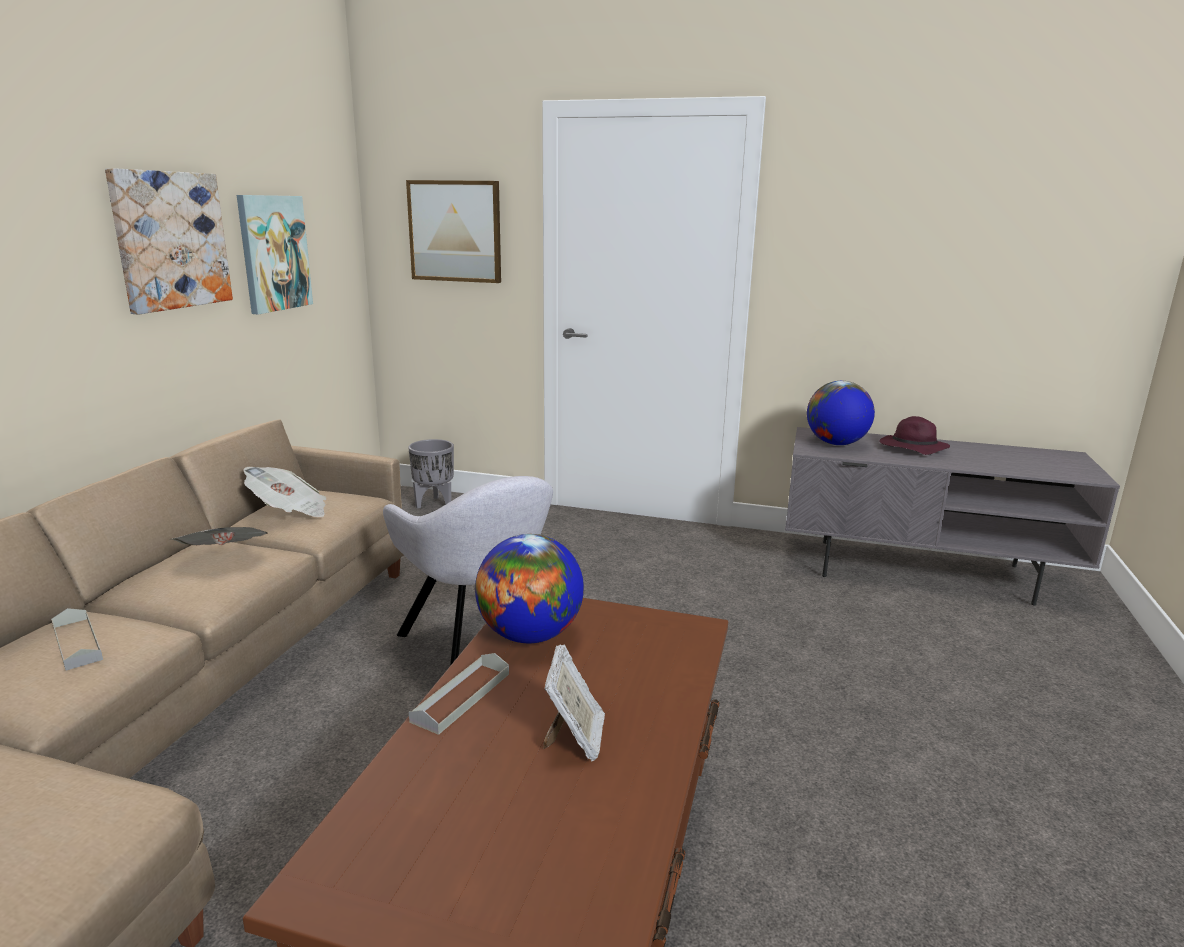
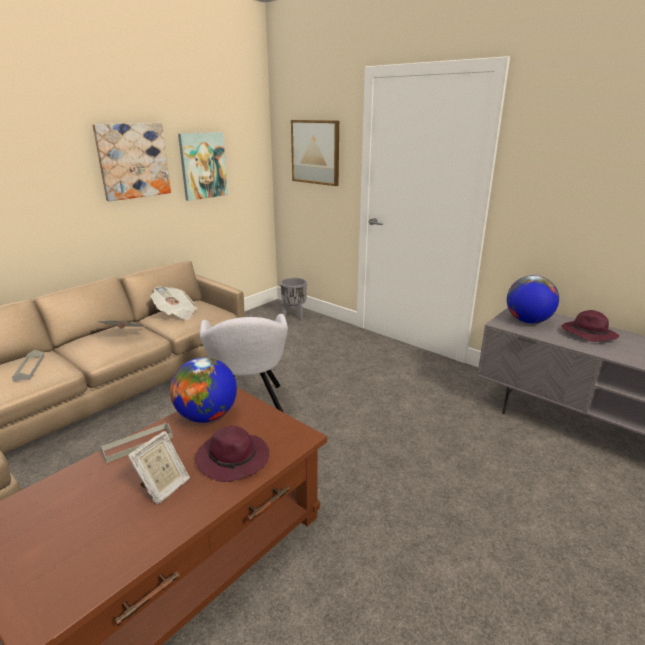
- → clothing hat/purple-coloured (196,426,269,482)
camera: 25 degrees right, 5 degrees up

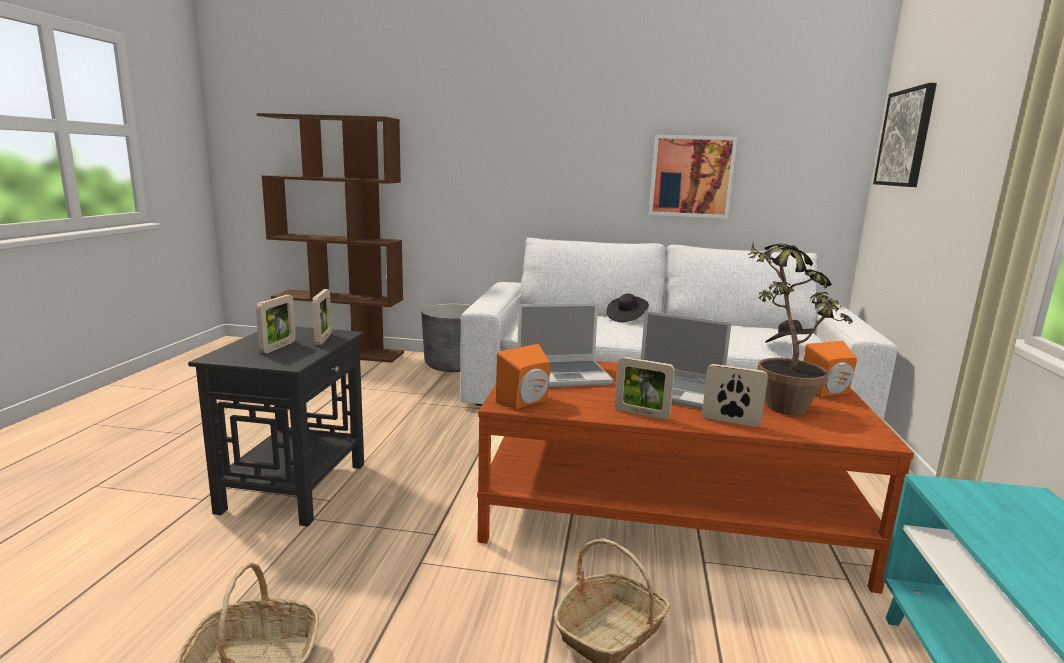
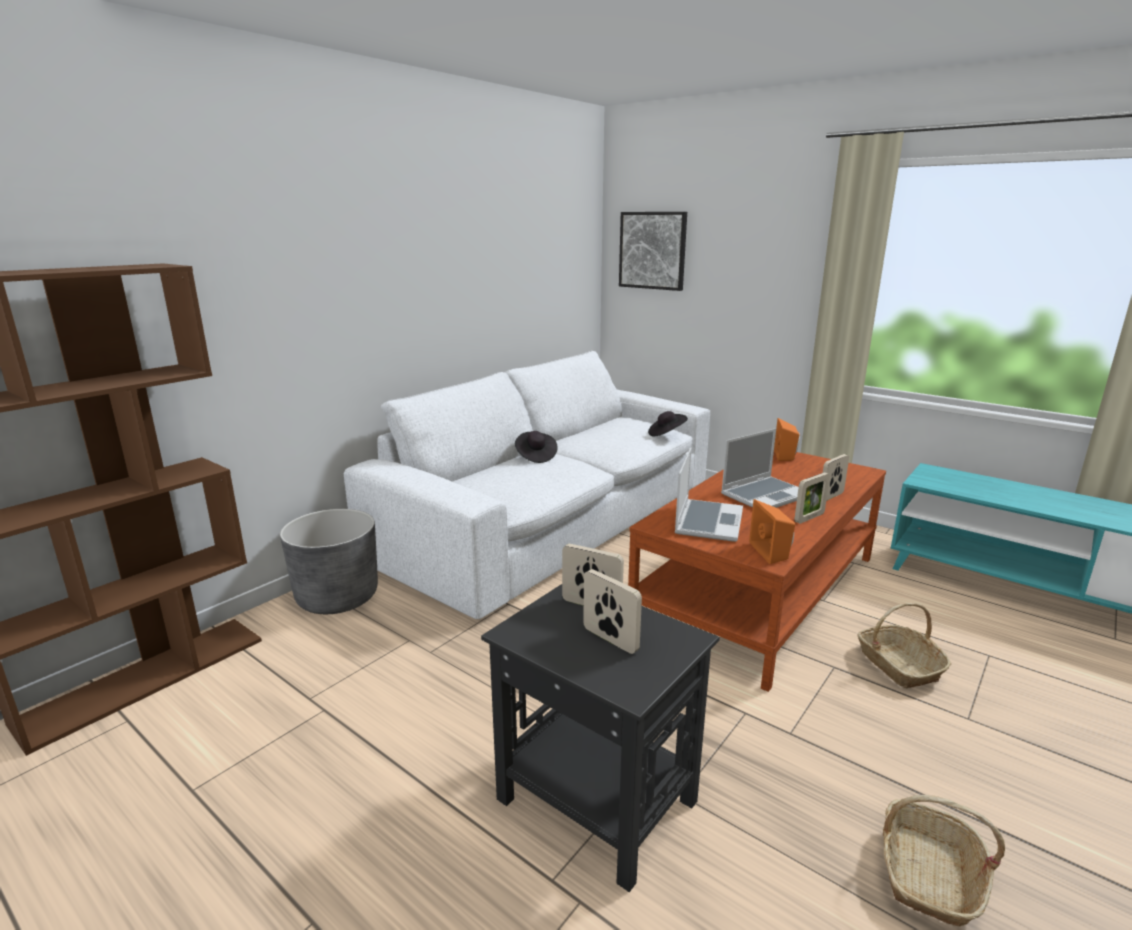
picture (649,134,738,219) → -
plant in a pot (749,240,853,415) → -
camera: 60 degrees left, 5 degrees up

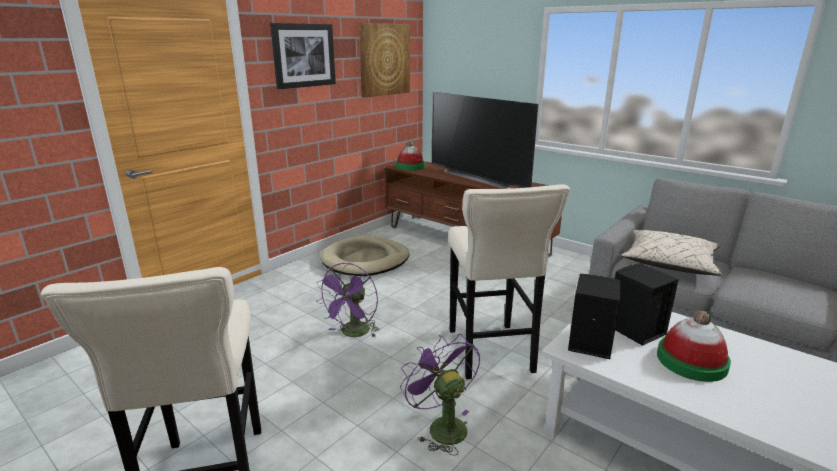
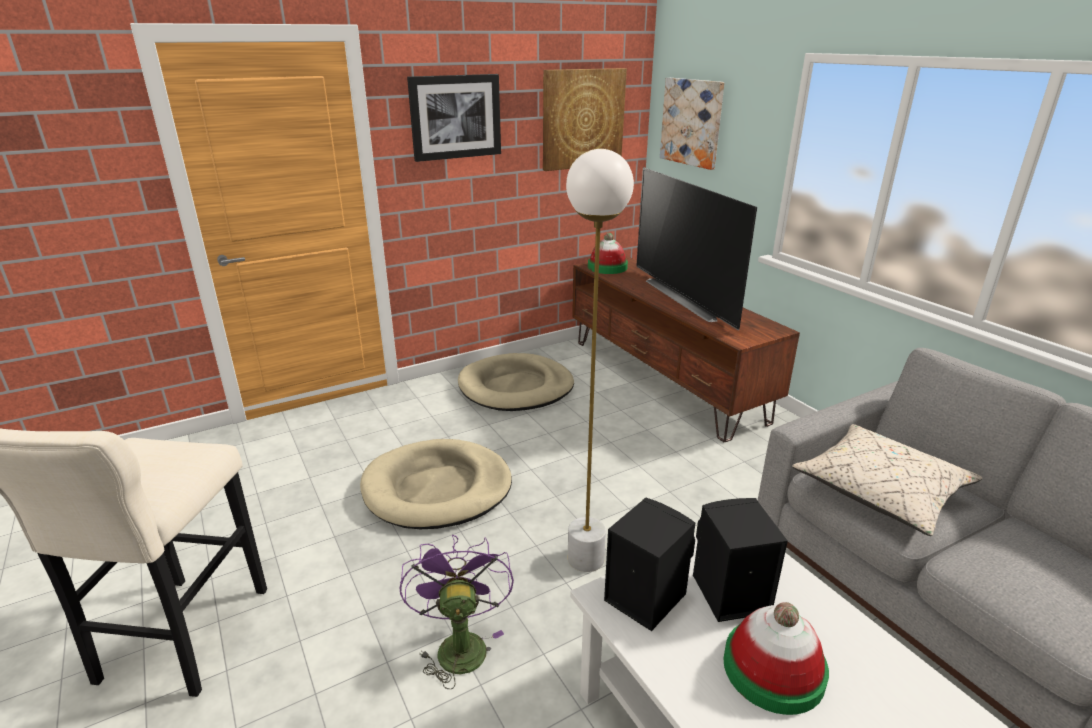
sitting stool/beige (448,184,570,379) → standing lamp/white (566,149,634,572)
electric fan/purple-coloured (316,263,380,337) → dog cushion/beige (360,439,512,529)
- → picture (660,78,725,170)
camera: 20 degrees right, 5 degrees up

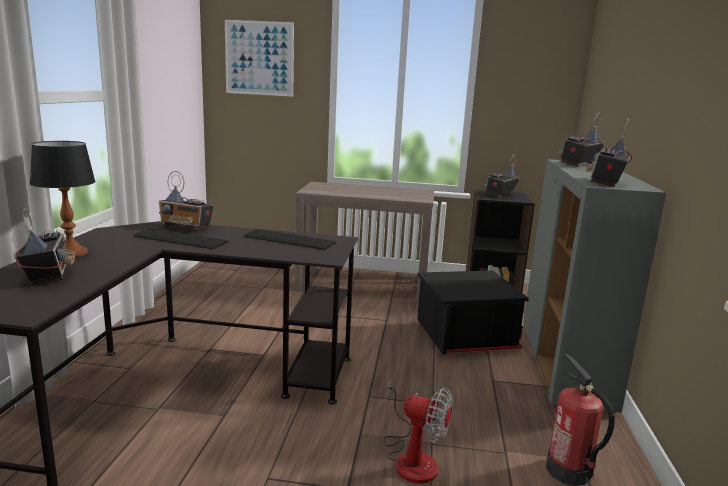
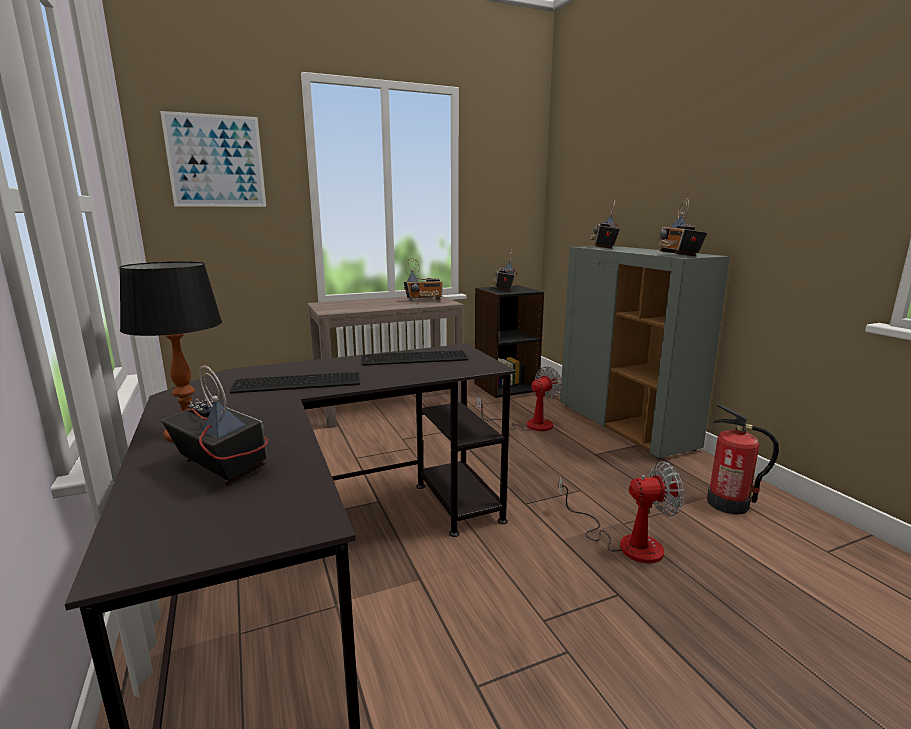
radio set (159,171,214,230) → radio set (404,258,443,301), moved
storage container/black (417,270,529,355) → electric fan (476,367,563,431)
camera: 30 degrees left, 0 degrees up

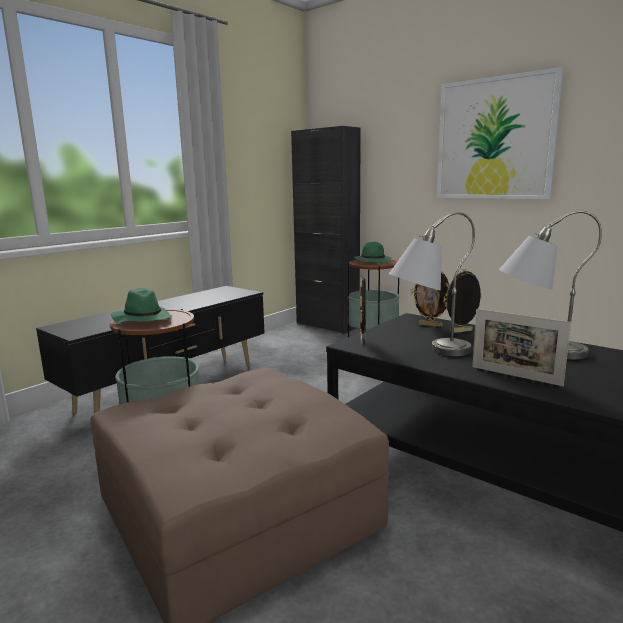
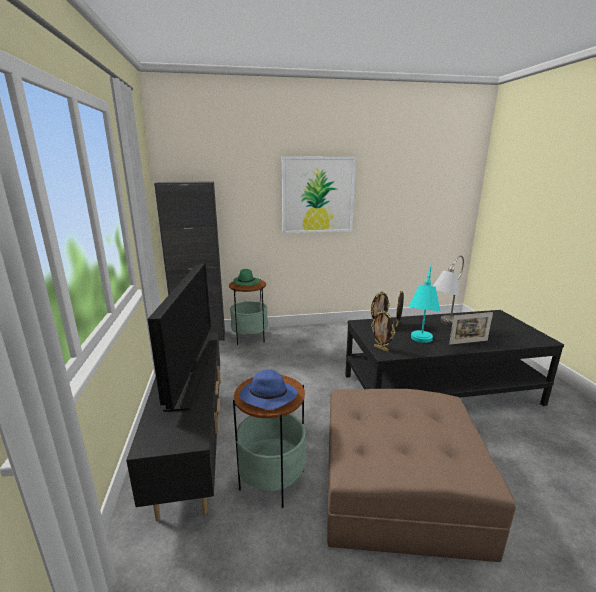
tabletop lamp/grey (389,212,475,356) → tabletop lamp/blue-green (408,265,440,343)
clothing hat/green (111,288,173,324) → clothing hat/bluish (240,369,297,410)
- → TV set (148,263,216,412)
camera: 50 degrees left, 5 degrees up

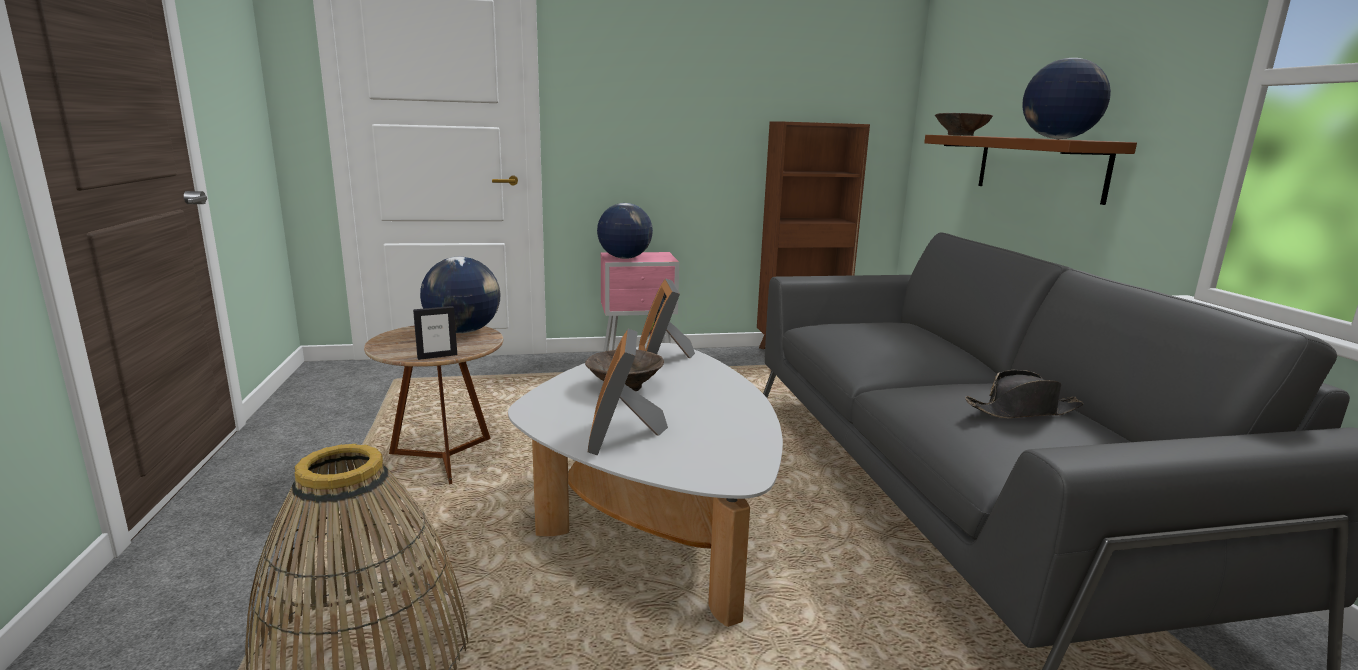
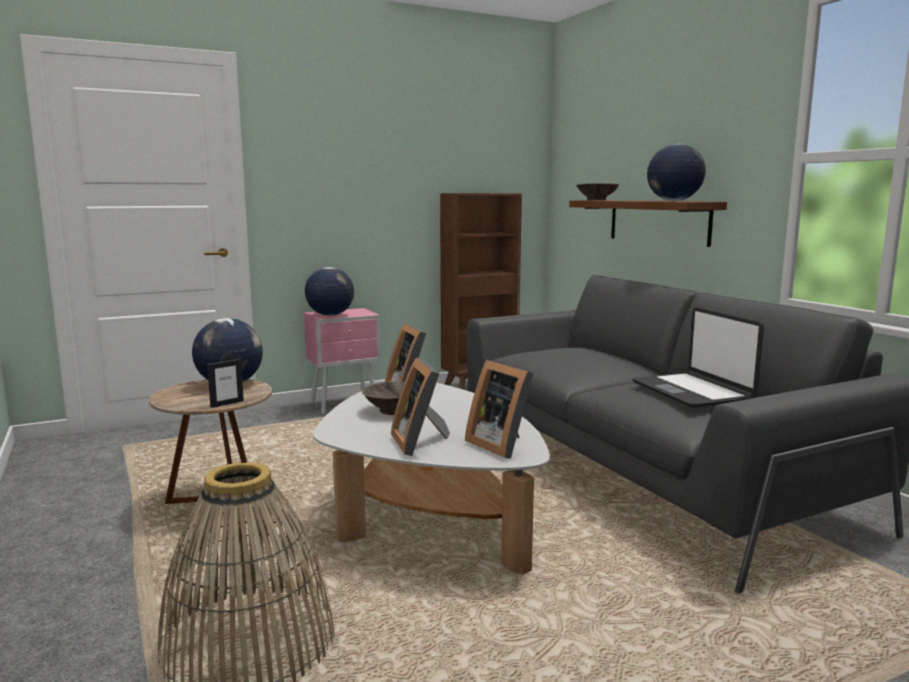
clothing hat/black (965,370,1084,418) → laptop (632,307,764,408)
- → picture frame (465,360,533,459)
camera: 15 degrees left, 5 degrees down

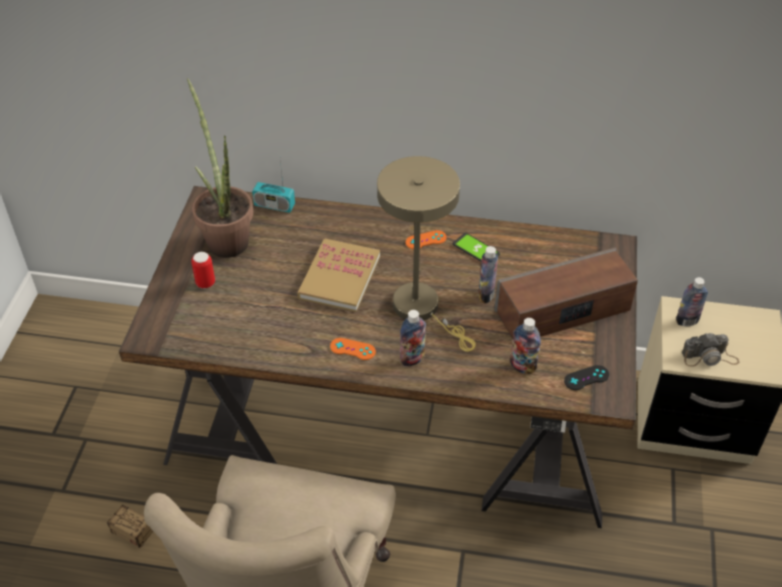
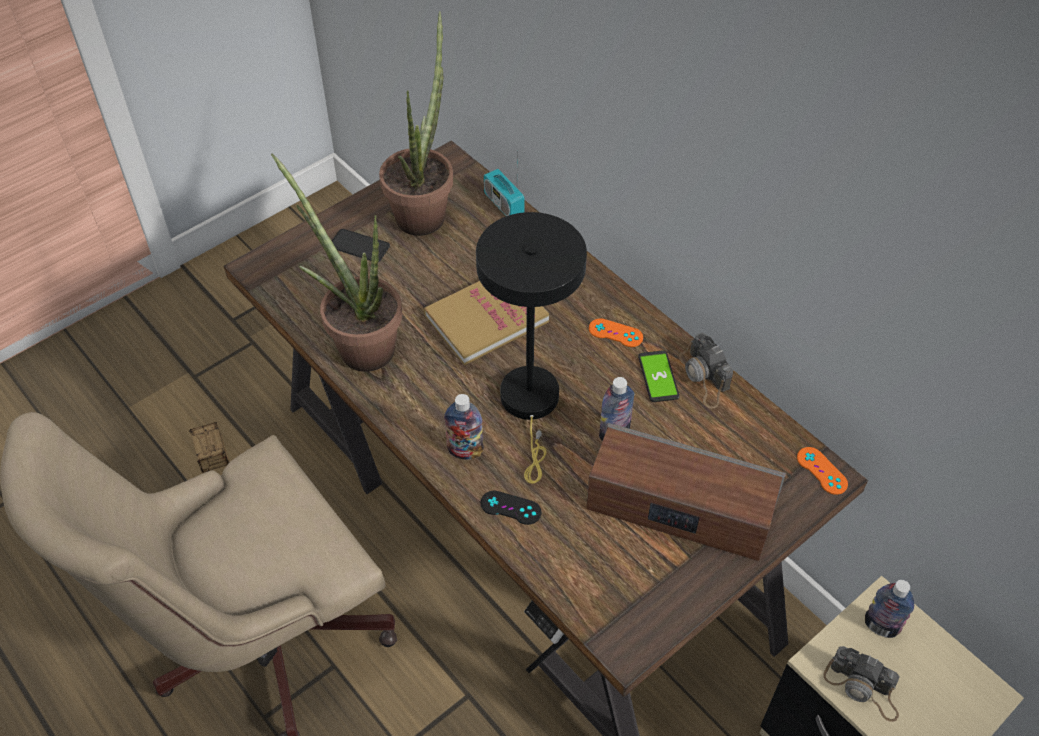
tabletop lamp/beige (377,156,476,352) → tabletop lamp/black (476,212,587,484)
metal can (191,252,215,289) → telephone (332,229,390,262)
drink bottle (510,318,541,374) → -
joypad/orangey (330,338,376,360) → joypad/orangey (797,447,848,495), moved
joypad/black (564,365,609,390) → joypad/black (481,490,541,525), moved
- → plant in a pot (271,153,402,372)
- → photo camera (679,333,733,409)
camera: 40 degrees right, 5 degrees up

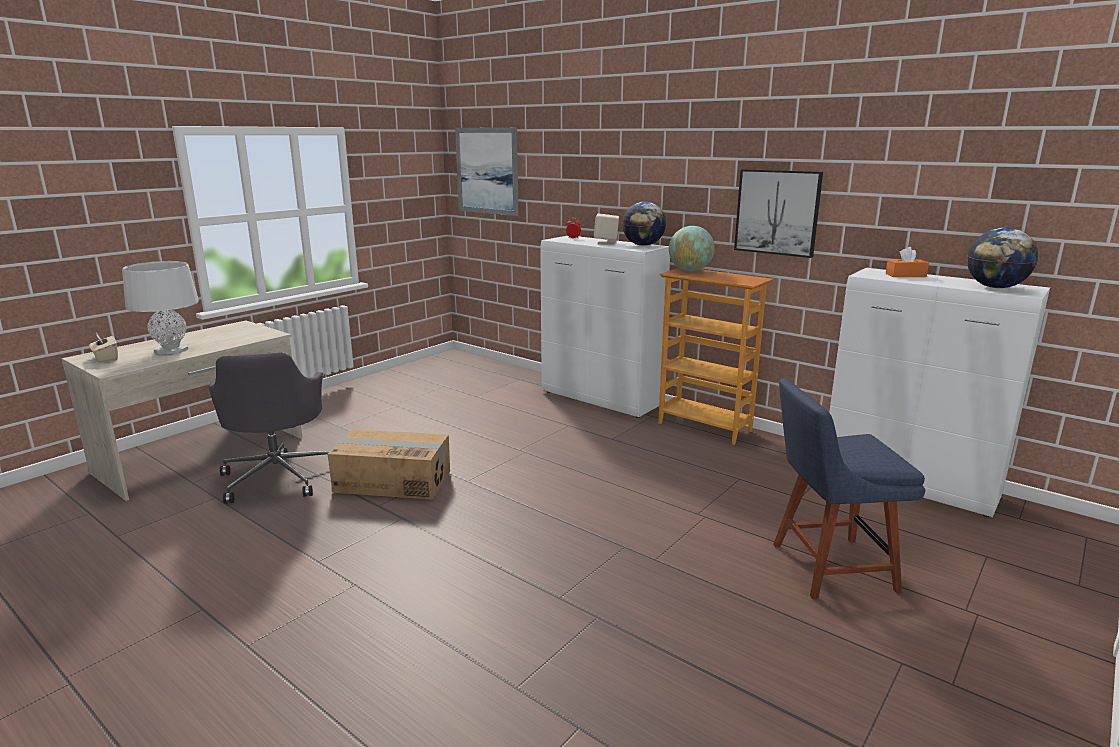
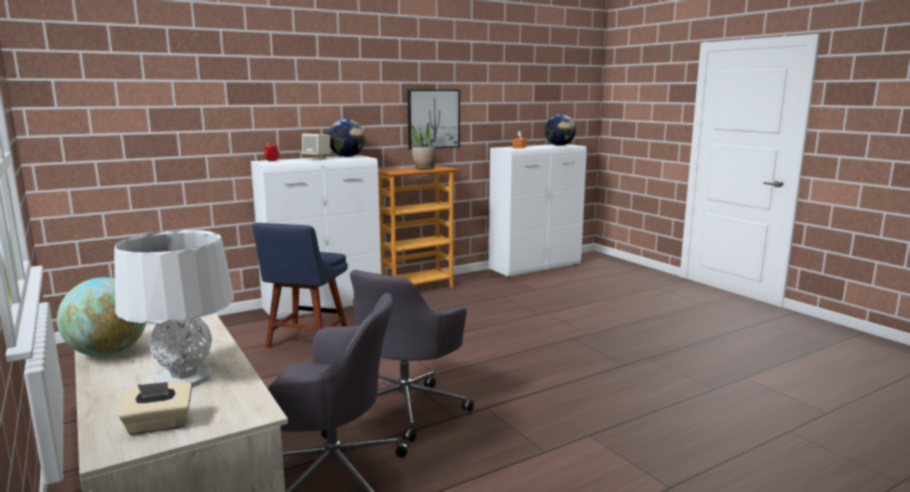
picture (455,127,519,216) → -
globe (669,226,715,272) → globe (57,277,146,357), moved
chair/bluish (773,379,925,599) → chair/bluish (252,223,348,348), moved
packing box (328,429,450,500) → computer chair/grey (350,270,474,442)
- → plant in a pot (412,122,436,169)
camera: 70 degrees left, 5 degrees down

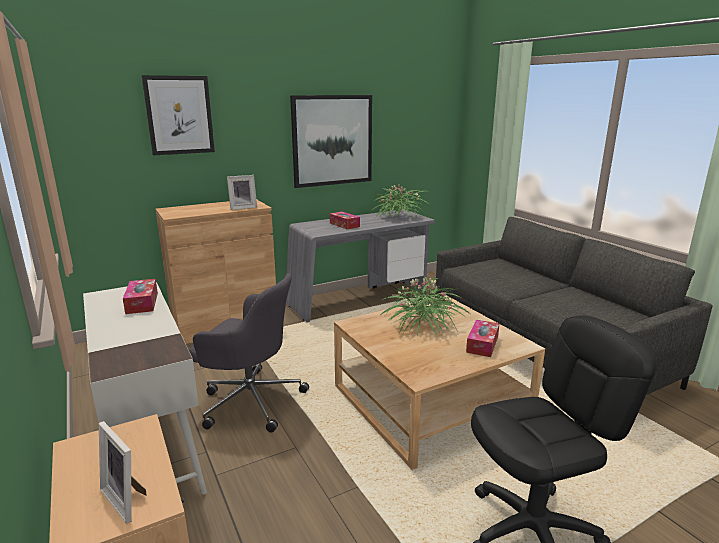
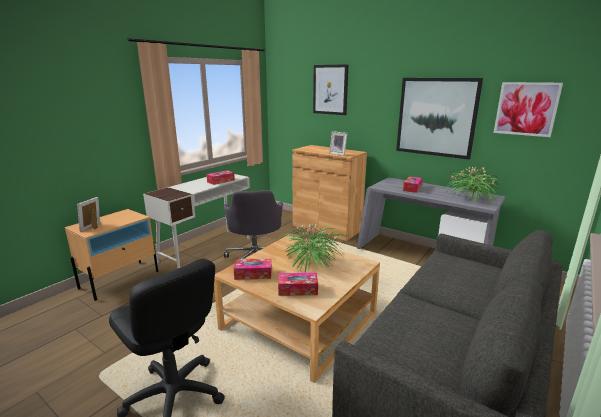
- → picture (494,82,563,137)
- → tissue holder (234,259,272,280)
camera: 65 degrees right, 0 degrees up

